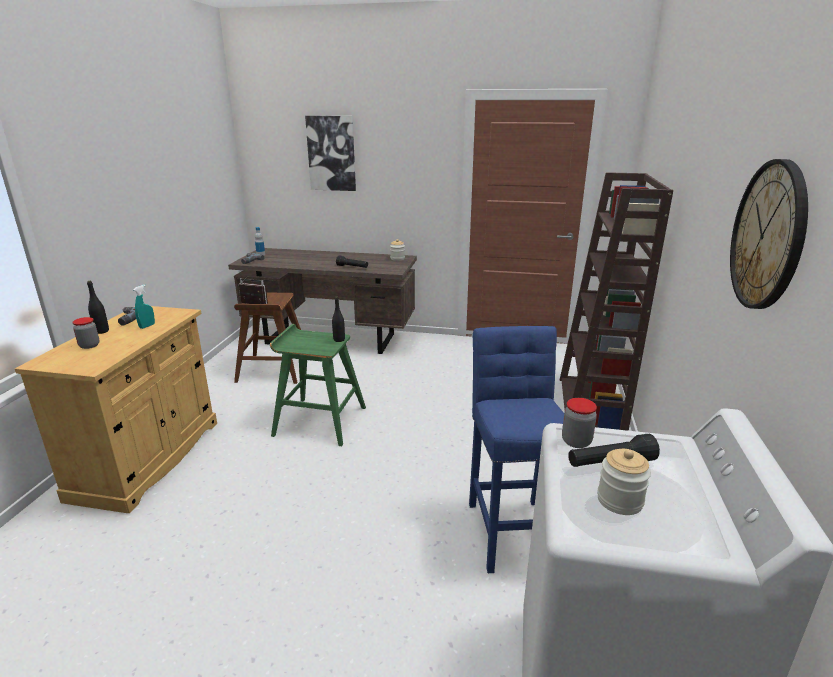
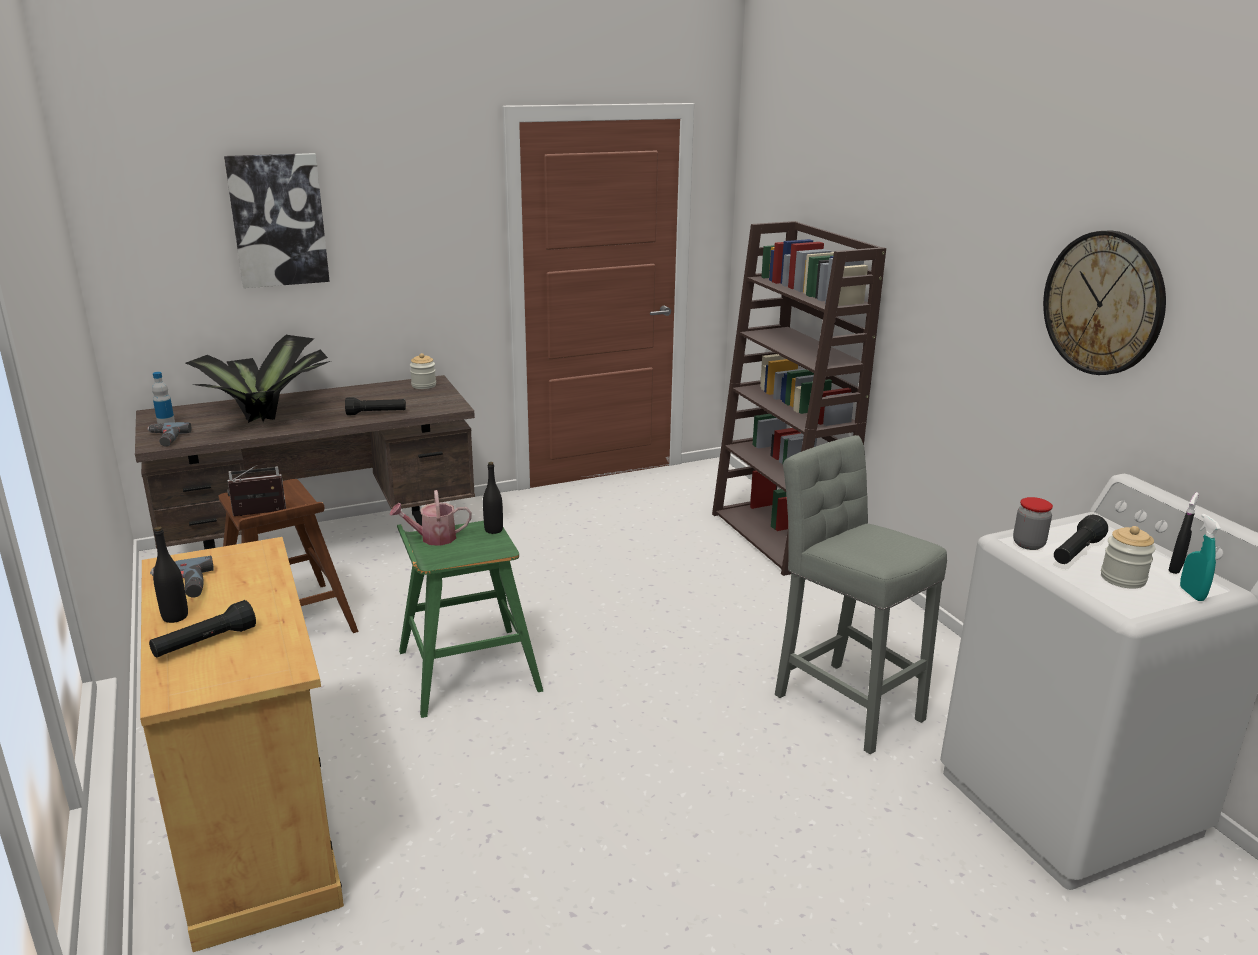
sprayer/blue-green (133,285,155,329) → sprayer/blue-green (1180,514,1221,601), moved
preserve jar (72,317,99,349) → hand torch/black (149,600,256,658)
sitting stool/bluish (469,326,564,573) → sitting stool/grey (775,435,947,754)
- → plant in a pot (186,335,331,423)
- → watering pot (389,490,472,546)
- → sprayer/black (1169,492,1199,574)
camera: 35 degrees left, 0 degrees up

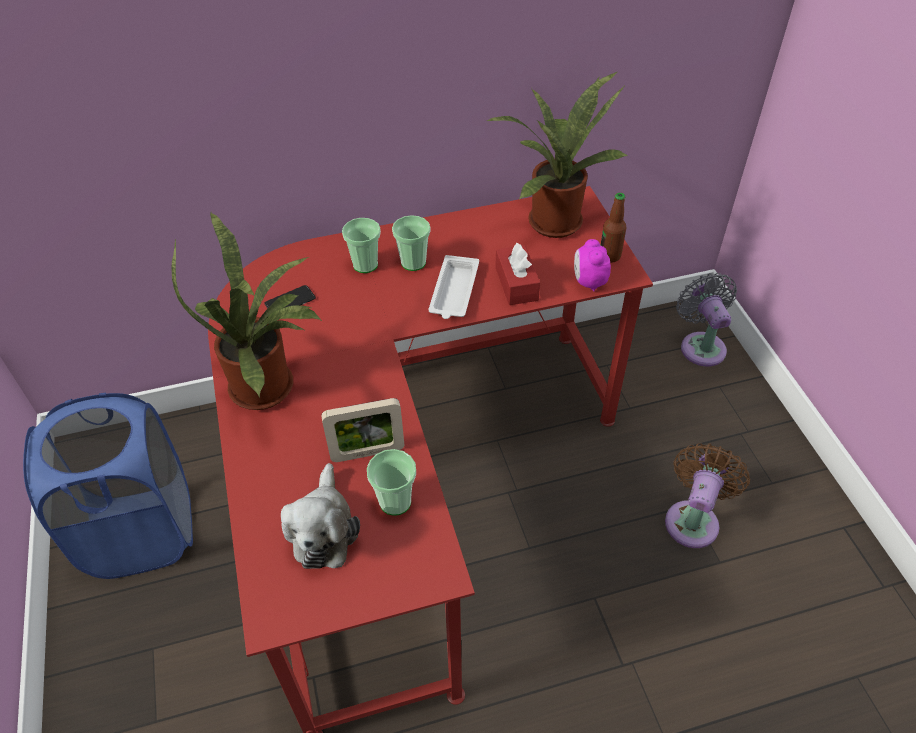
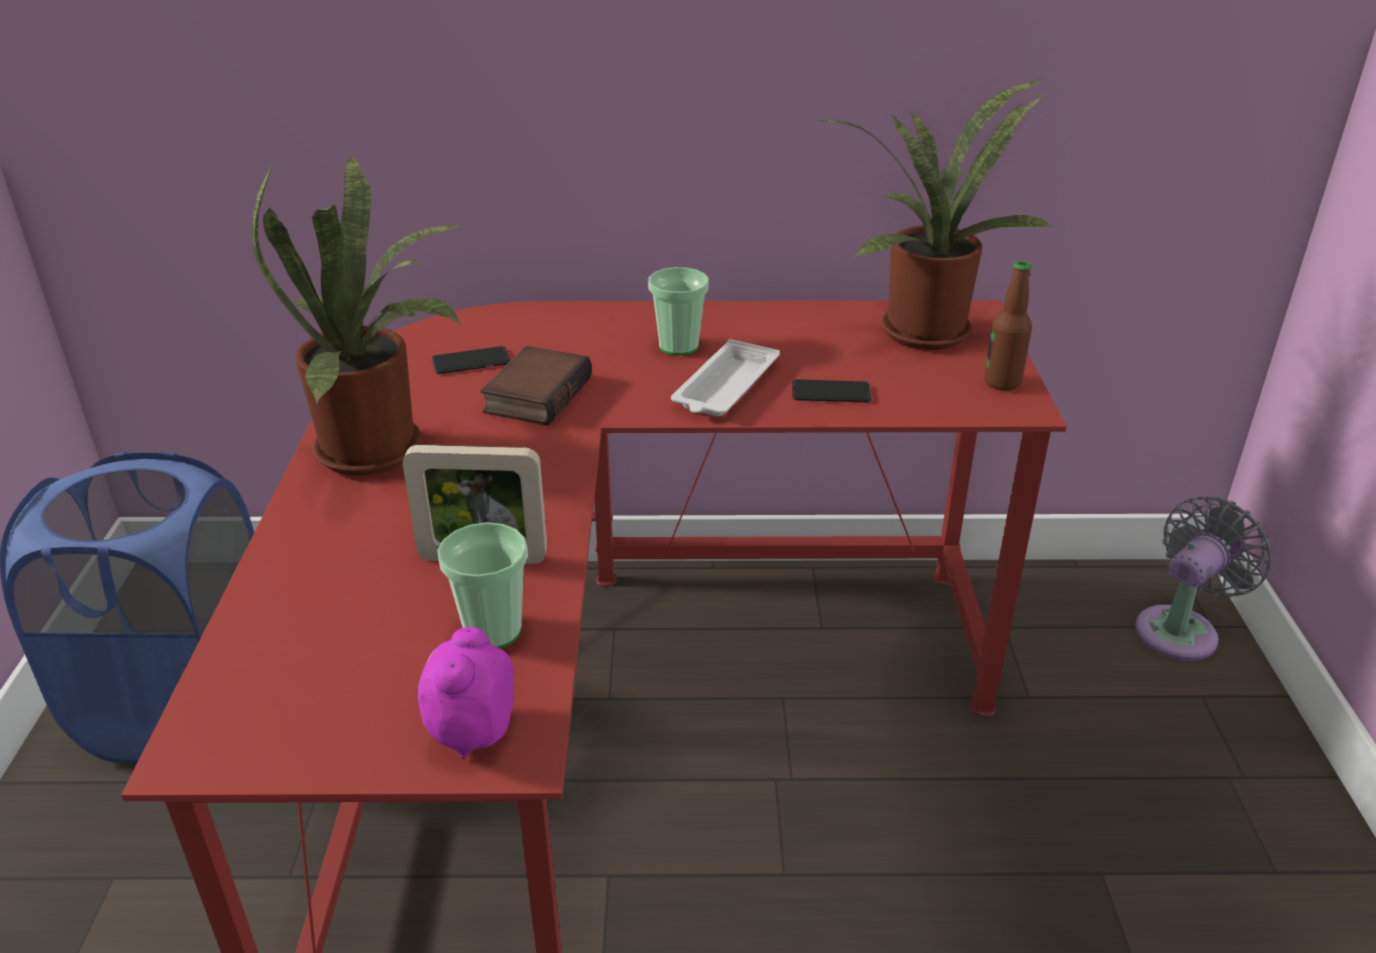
cup (342,218,381,273) → -
table clock (574,239,611,292) → table clock (418,627,514,759), moved
tissue holder/red (495,243,540,305) → telephone (792,379,871,402)
electric fan/grey (676,273,737,366) → electric fan/grey (1135,496,1273,661), 45 degrees clockwise
electric fan/brown-coloured (665,443,750,548) → -
cuddly toy (281,463,360,569) → -
- → book (480,346,592,426)
camera: 15 degrees right, 15 degrees down

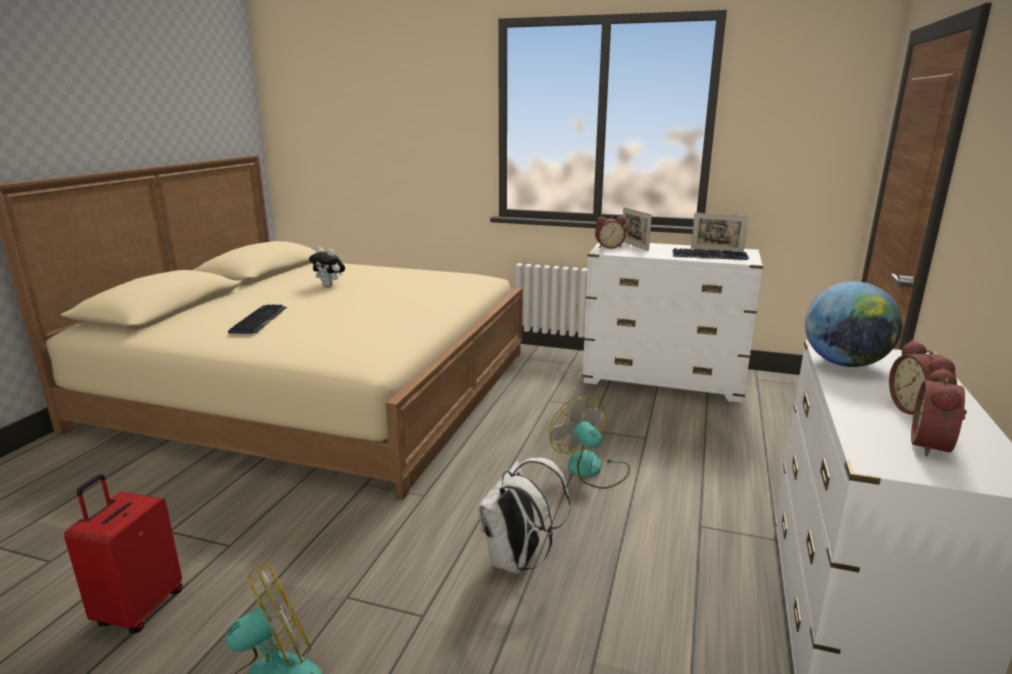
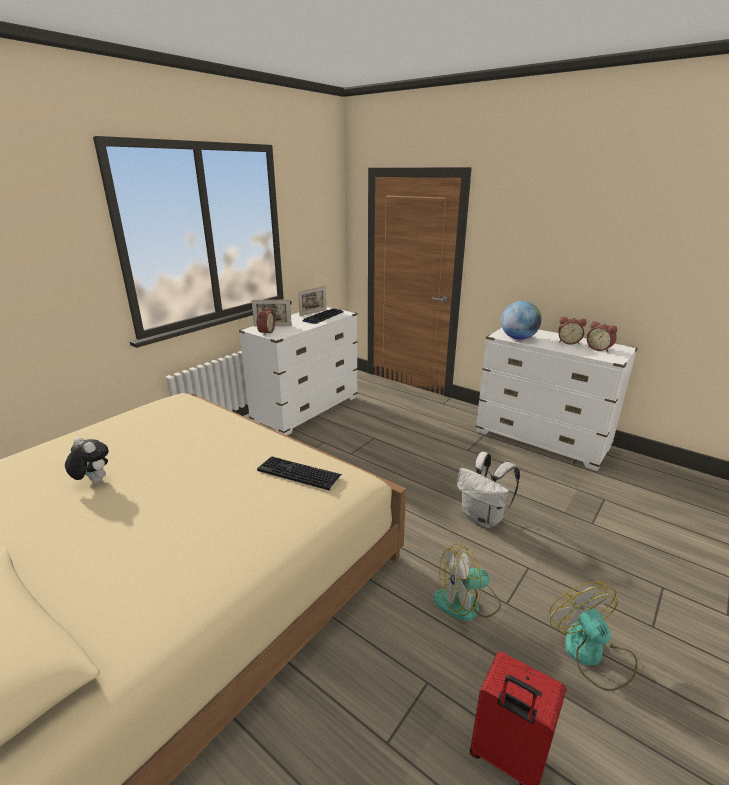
cuddly toy (309,247,345,286) → cuddly toy (65,437,109,483), 105 degrees counterclockwise
computer keyboard (228,304,287,334) → computer keyboard (257,456,343,491), moved
electric fan (549,396,630,489) → electric fan (433,544,501,621), moved
camera: 70 degrees left, 5 degrees up

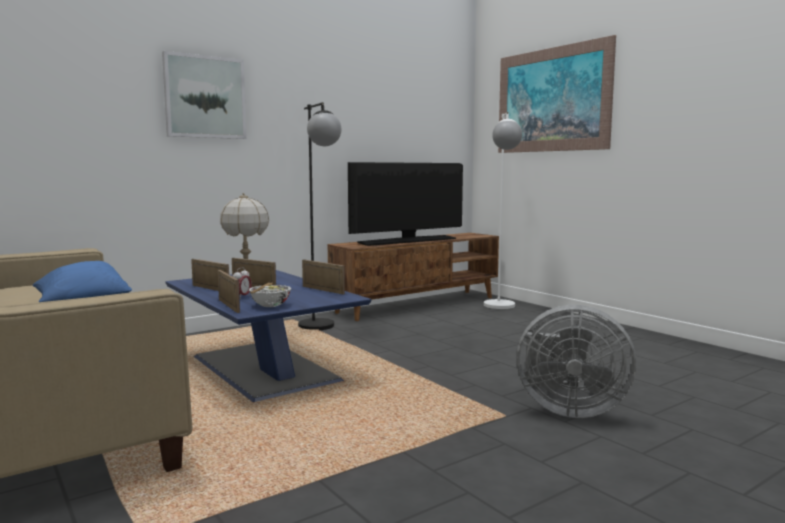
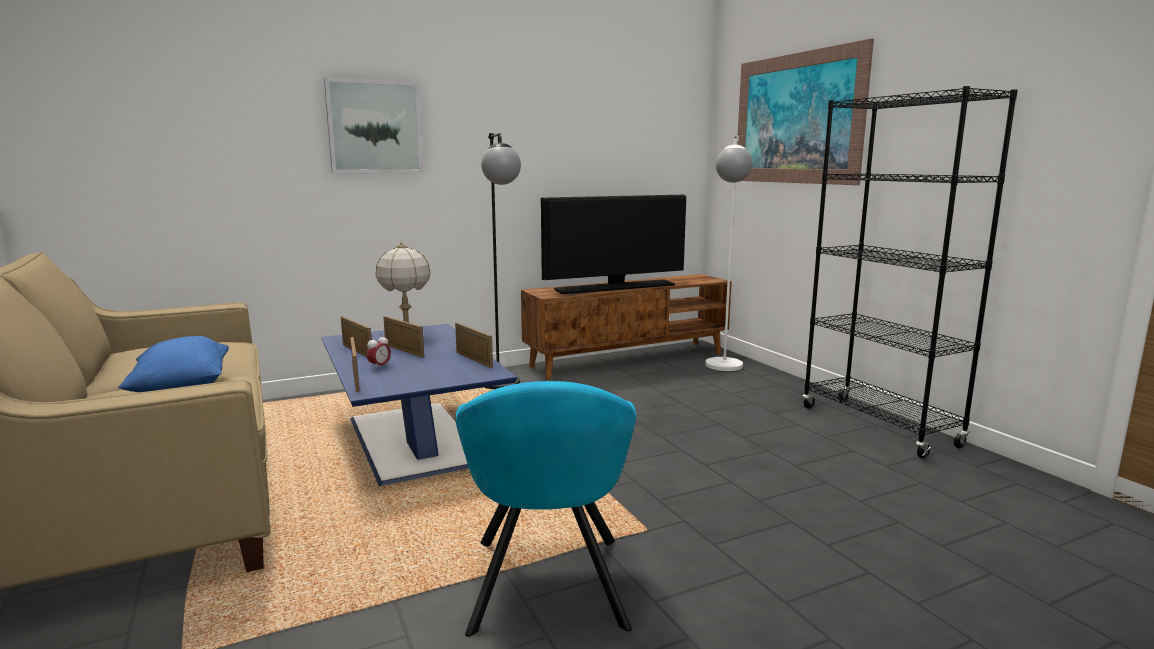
bowl (249,283,291,307) → -
electric fan/grey (516,305,637,418) → -
- → bookshelf/black (803,86,1018,458)
- → armchair/blue-green (455,381,636,637)
camera: 10 degrees right, 5 degrees up

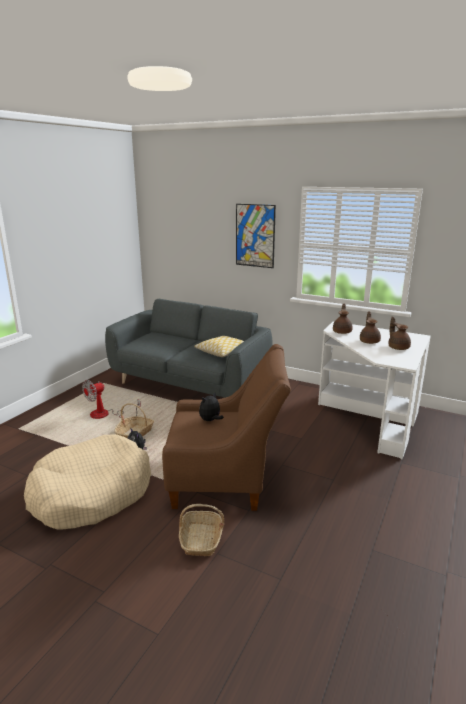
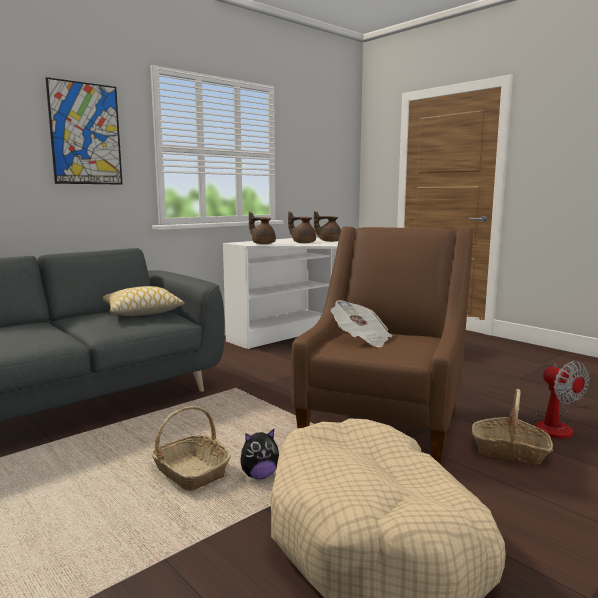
electric fan (82,380,141,419) → electric fan (533,361,590,439), moved
cuddly toy (199,392,224,421) → newspaper (331,300,392,348)
camera: 70 degrees left, 10 degrees down

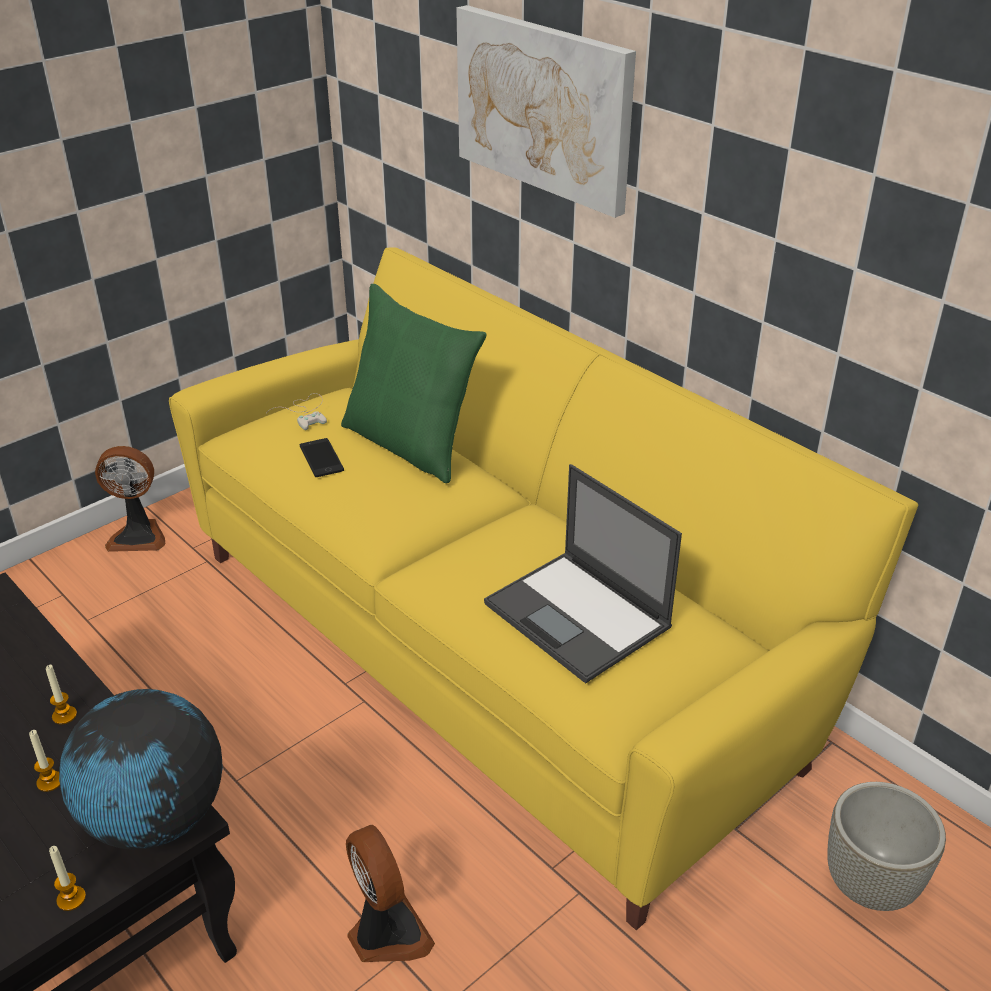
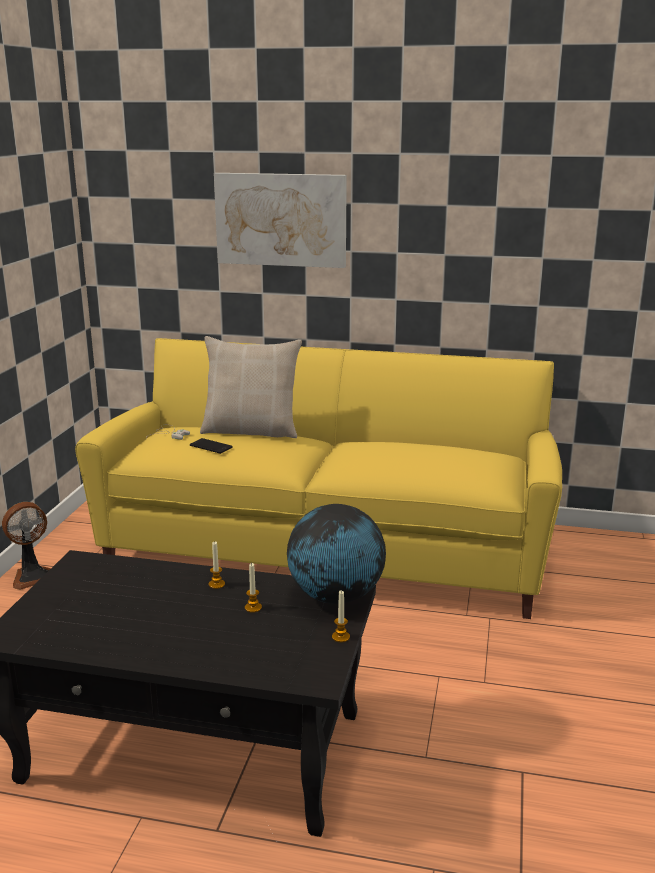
pillow/green (341,284,487,483) → pillow/beige (200,336,302,438)
laptop (484,464,682,684) → -
flower pot/grey (827,782,946,911) → -
electric fan (346,825,435,962) → -
camera: 35 degrees left, 15 degrees down

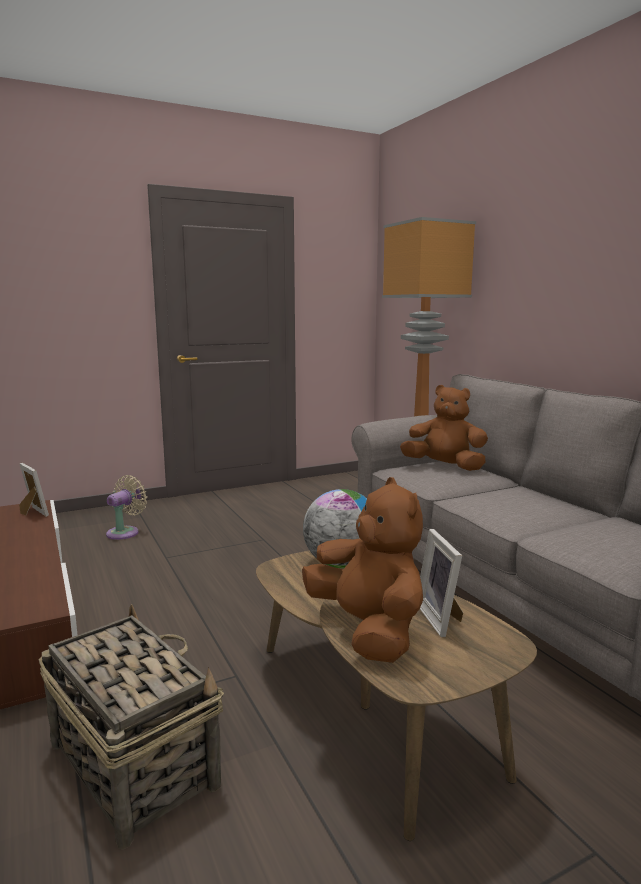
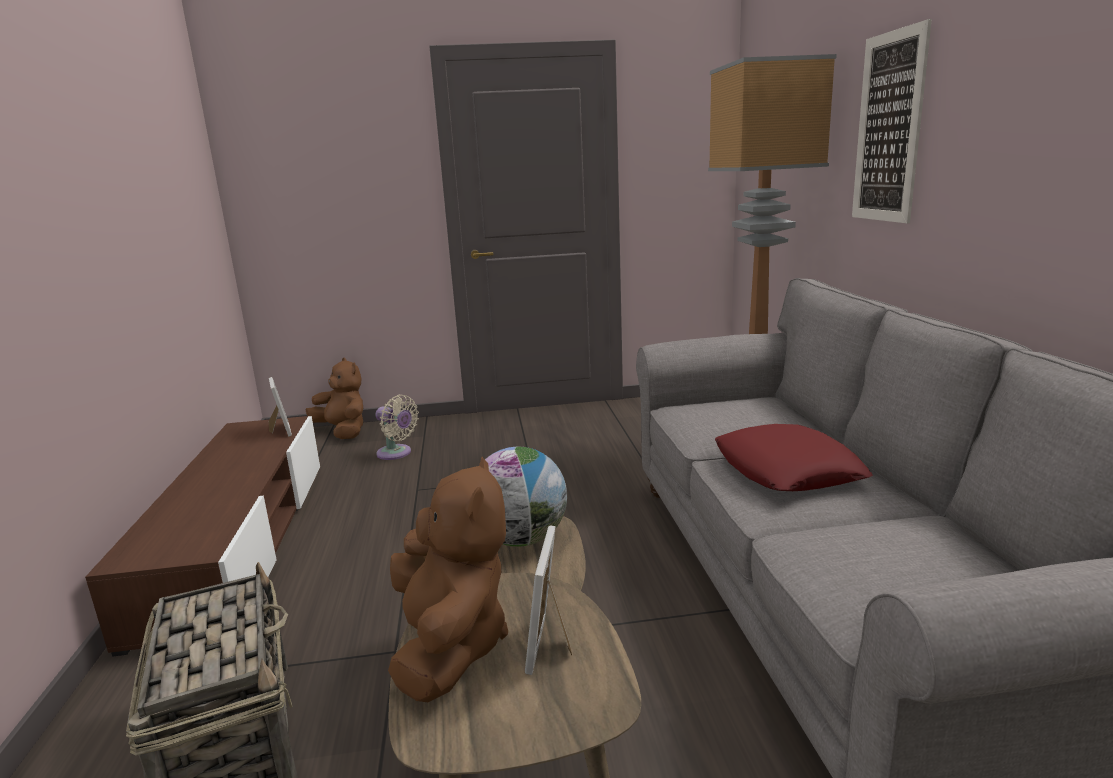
cuddly toy/brown-coloured (400,385,488,471) → cuddly toy/brown-coloured (306,358,363,439), moved
electric fan/beige (106,475,147,540) → electric fan/beige (375,395,419,460), 75 degrees clockwise
- → picture (852,19,932,223)
- → pillow/red (715,424,873,491)
camera: 20 degrees right, 5 degrees up

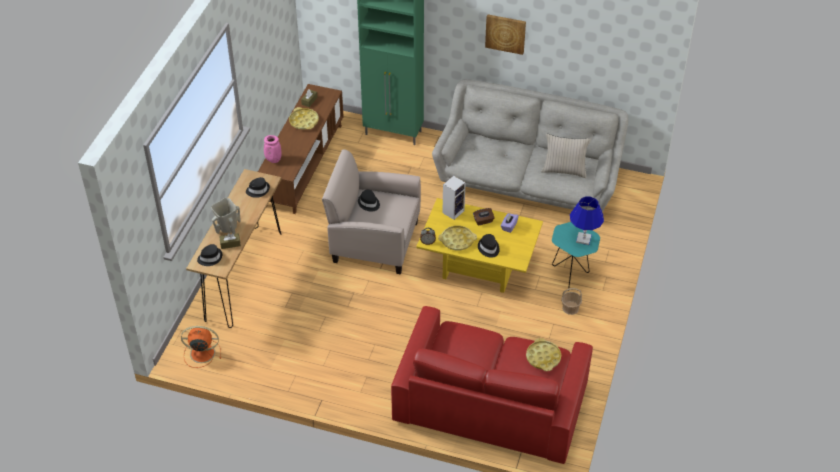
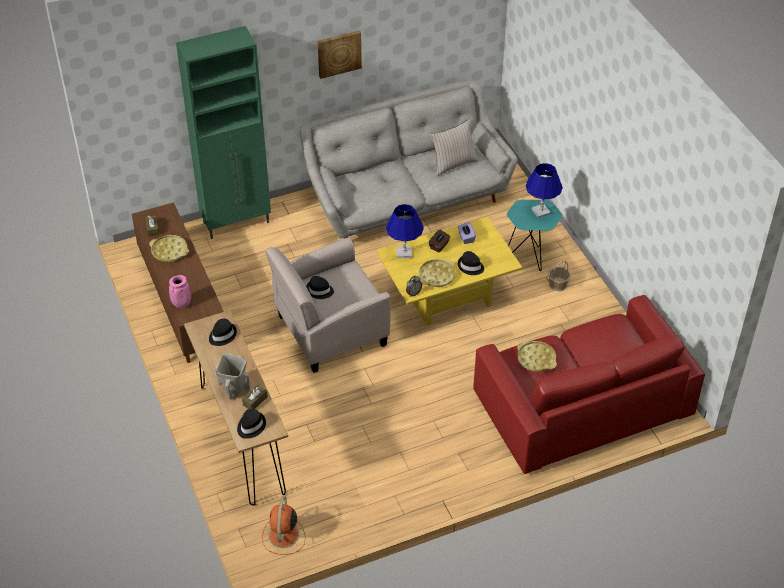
loudspeaker (442,176,466,220) → tabletop lamp/bluish (386,204,424,258)
electric fan/orangey (181,326,221,368) → electric fan/orangey (262,496,306,555), 45 degrees counterclockwise
carrying tray/yellow (526,338,561,371) → carrying tray/yellow (517,341,557,372), moved
camera: 40 degrees left, 0 degrees up

